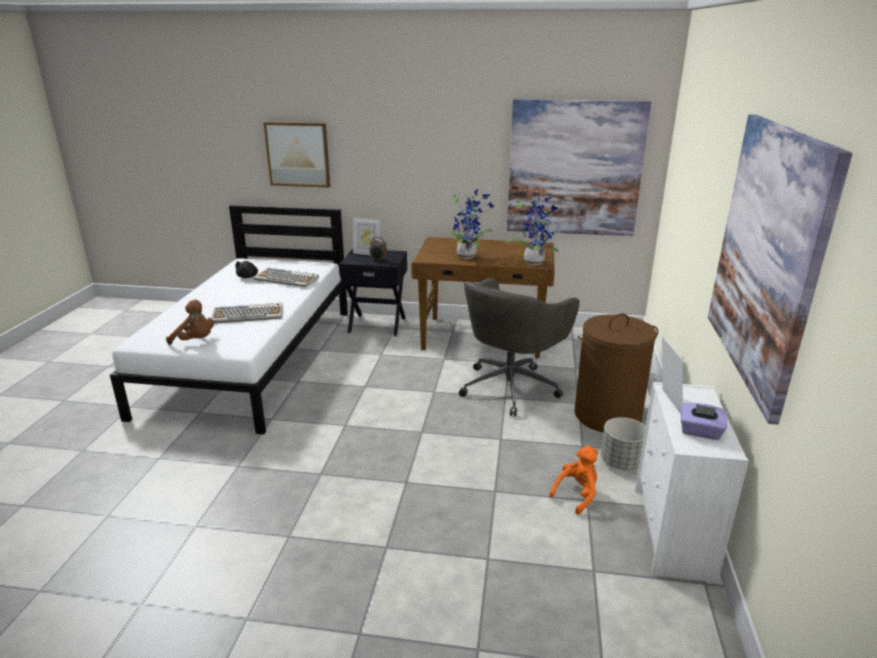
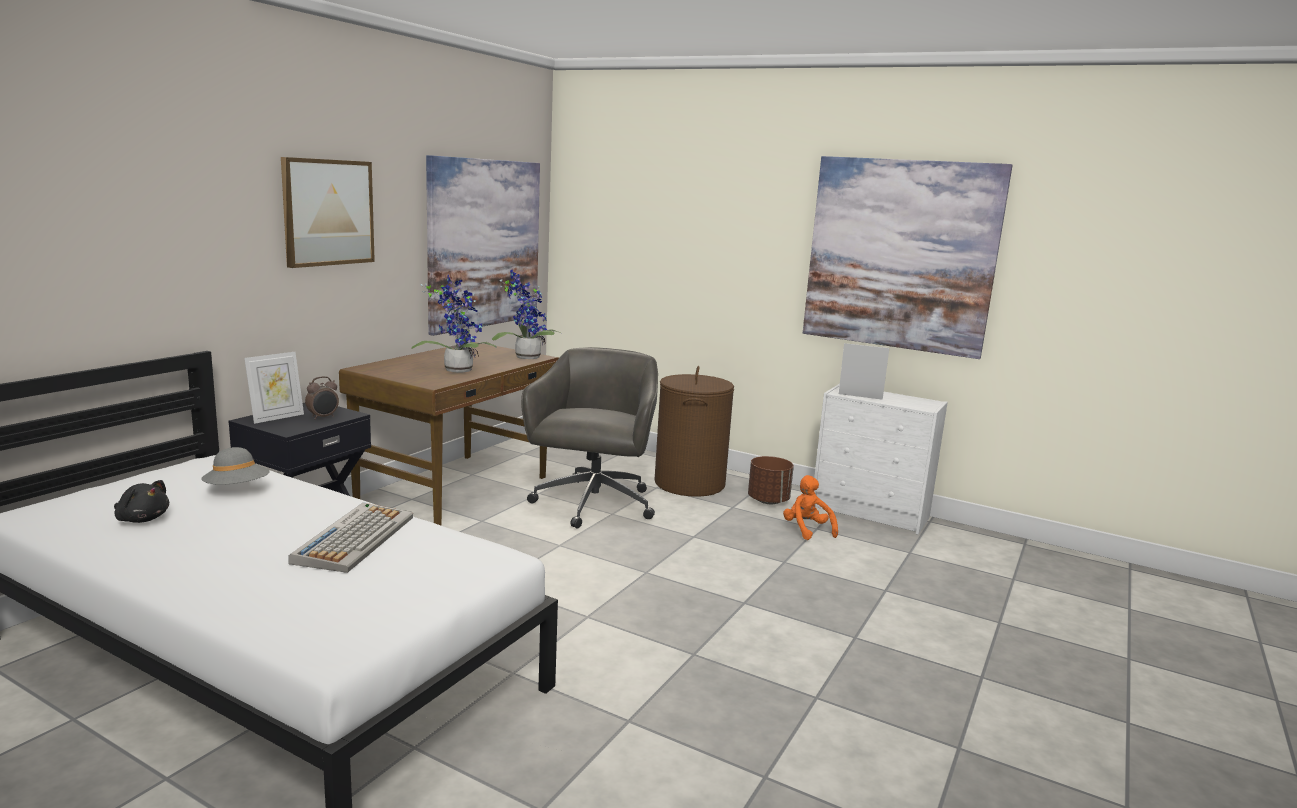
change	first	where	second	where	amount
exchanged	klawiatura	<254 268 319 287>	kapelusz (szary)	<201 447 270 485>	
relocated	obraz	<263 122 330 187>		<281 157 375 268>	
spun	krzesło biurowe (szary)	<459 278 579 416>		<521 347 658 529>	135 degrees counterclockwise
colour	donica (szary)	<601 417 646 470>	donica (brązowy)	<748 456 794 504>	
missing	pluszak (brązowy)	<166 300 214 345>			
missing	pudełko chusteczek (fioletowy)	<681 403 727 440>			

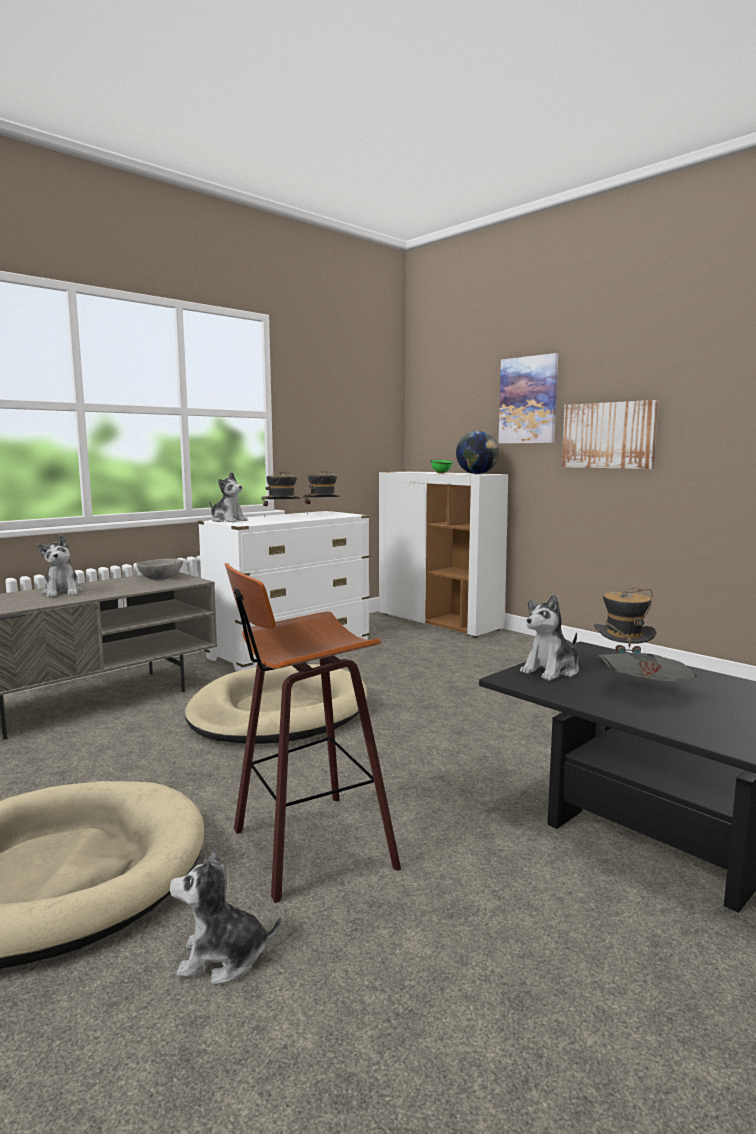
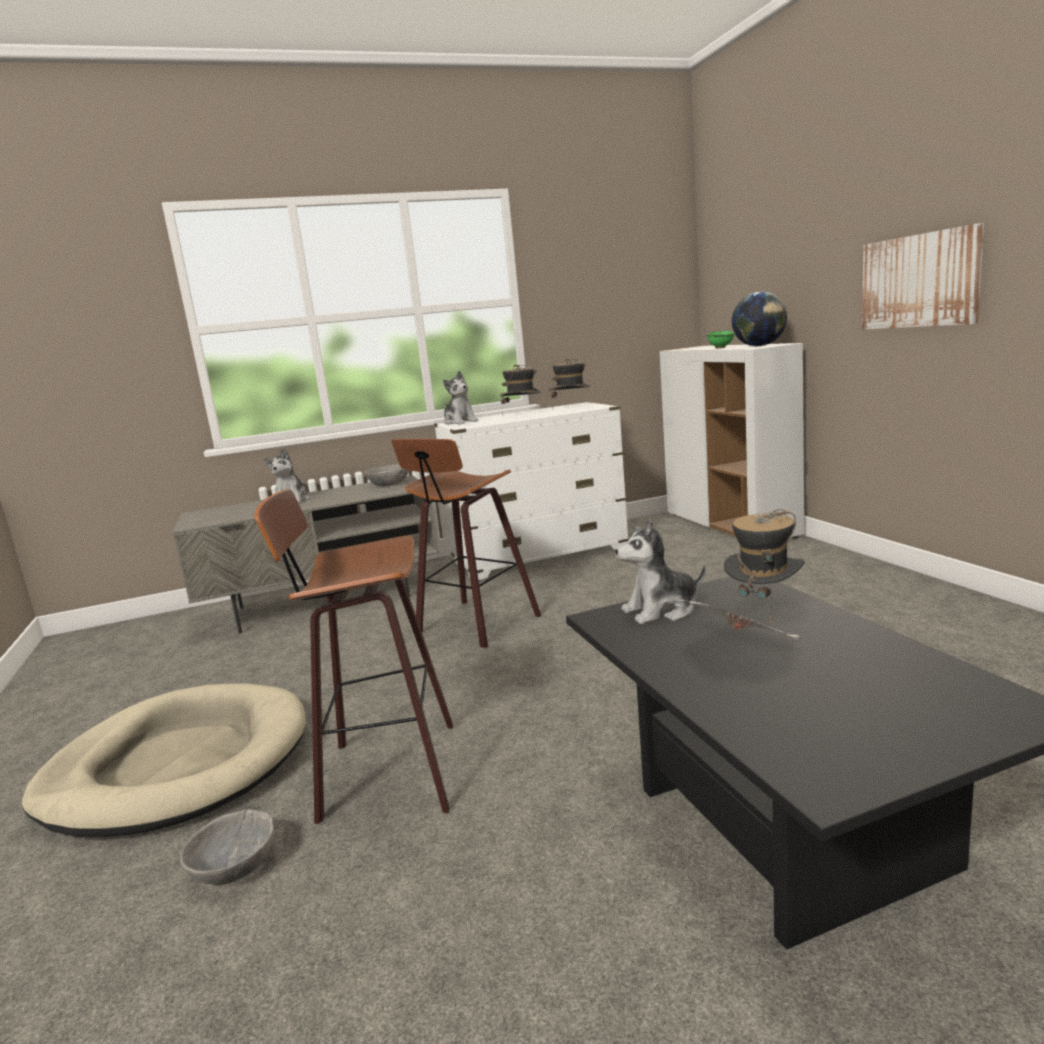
change	first	where	second	where	amount
exchanged	pluszak	<170 848 281 985>	miska (szary)	<180 810 274 885>	
exchanged	legowisko (beżowy)	<185 664 367 744>	stołek	<392 439 541 648>	
missing	obraz	<498 353 558 443>			

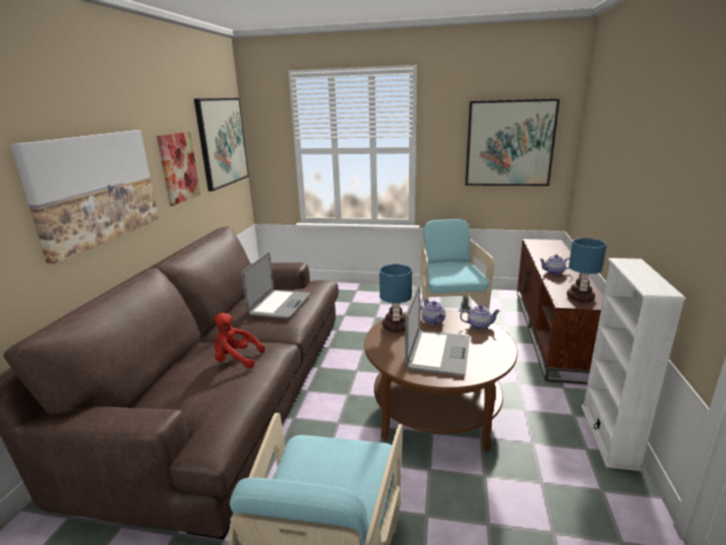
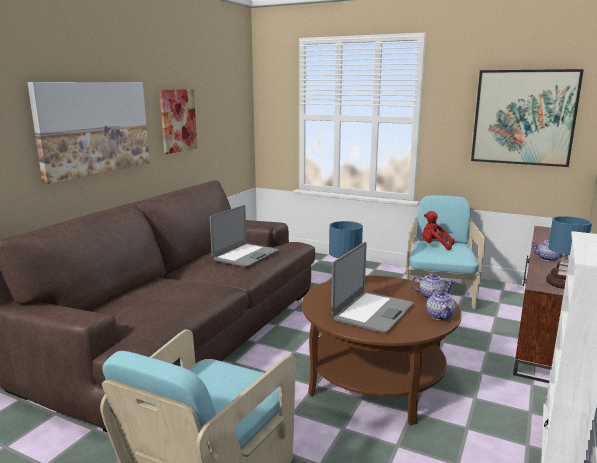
change	first	where	second	where	amount
relocated	pluszak (czerwony)	<214 313 265 368>		<422 211 455 250>	
relocated	imbryk	<422 299 446 325>		<426 289 455 320>	
missing	obraz	<194 98 249 191>			

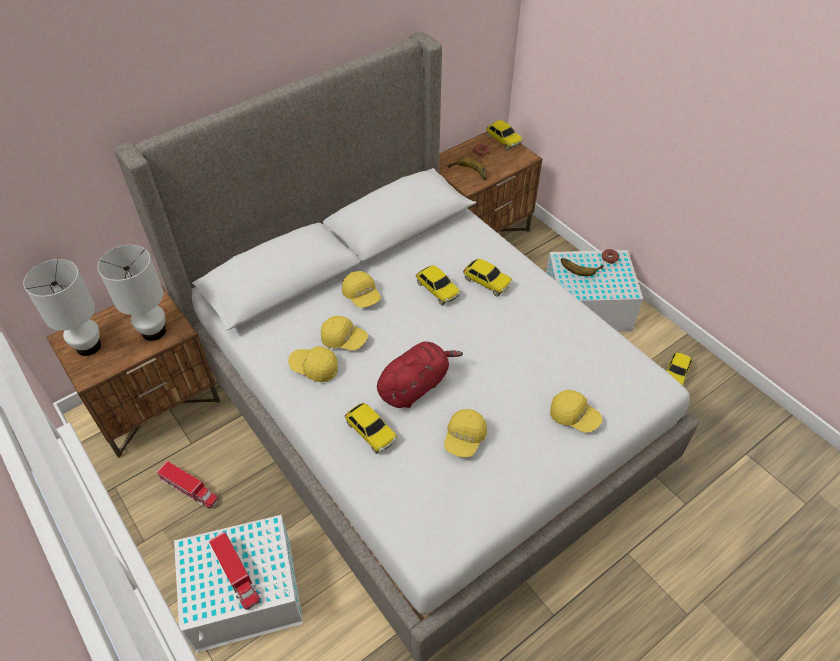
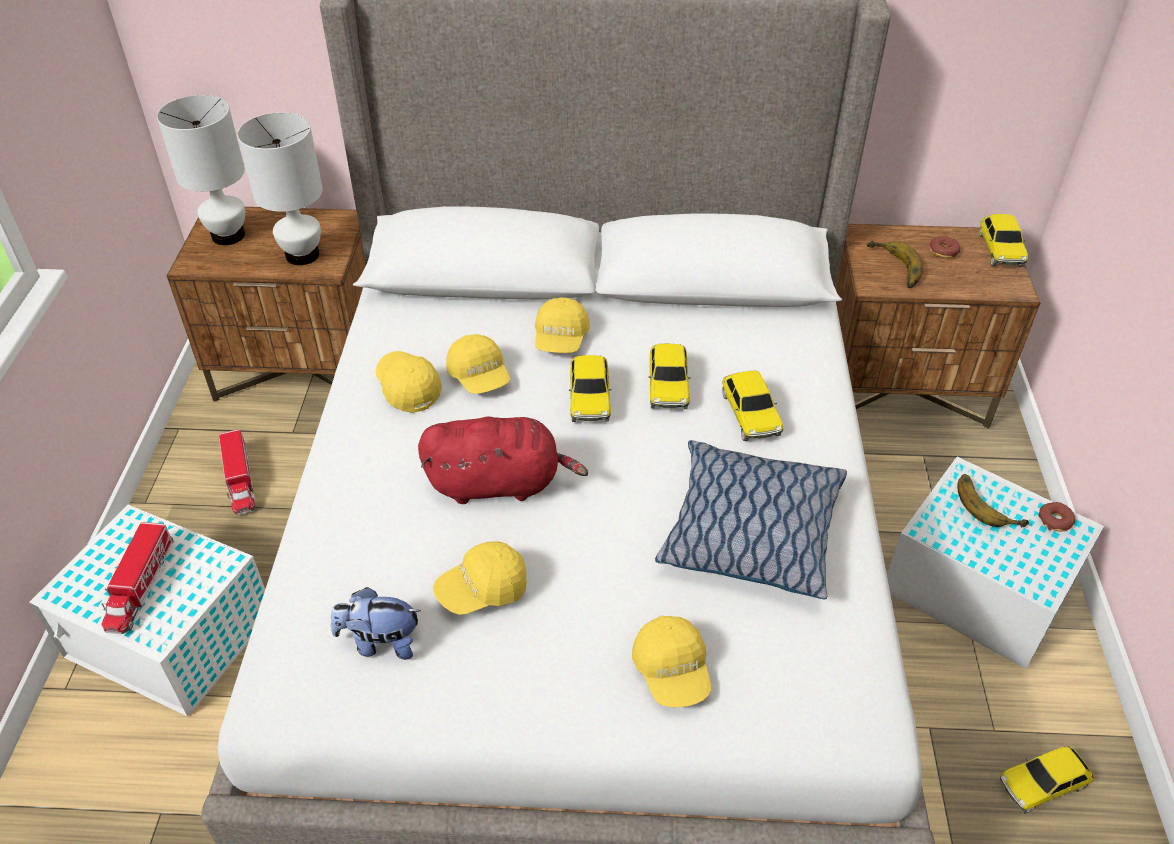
change	first	where	second	where	amount
appeared			pluszak	<331 587 421 660>	
relocated	samochodzik	<345 403 397 454>		<569 355 612 422>	
appeared			poduszka	<655 440 847 600>	

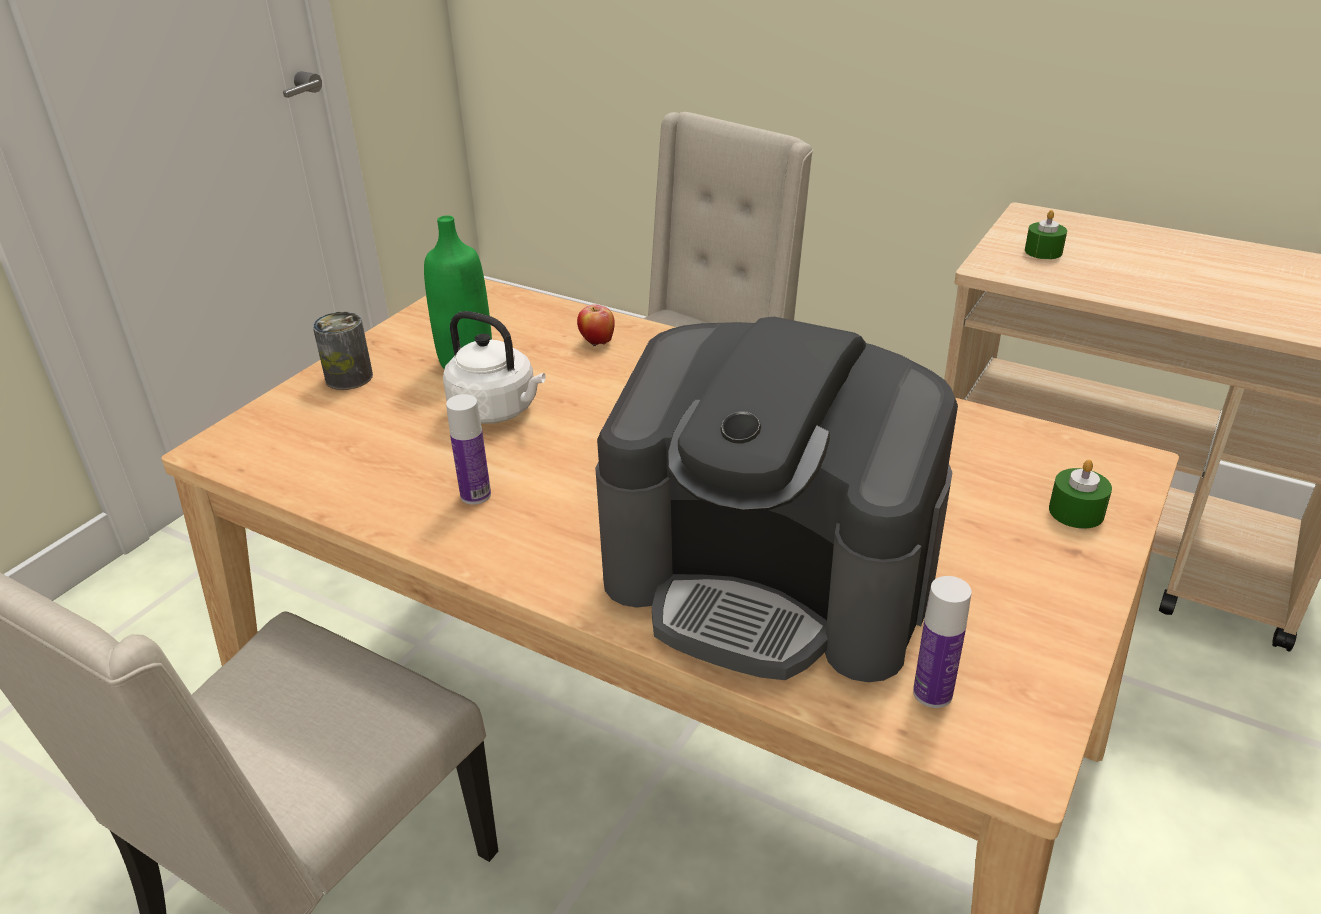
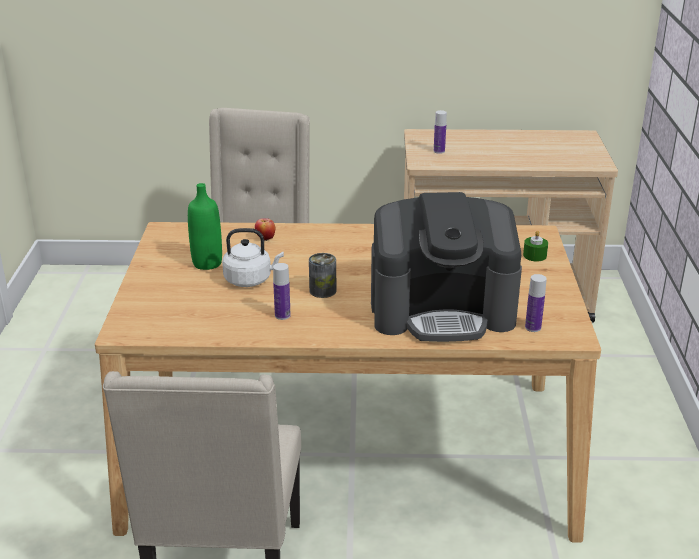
change	first	where	second	where	amount
relocated	puszka	<312 312 373 390>		<309 253 336 298>	
exchanged	świeca (zielony)	<1025 210 1067 259>	butelka	<434 110 447 154>	

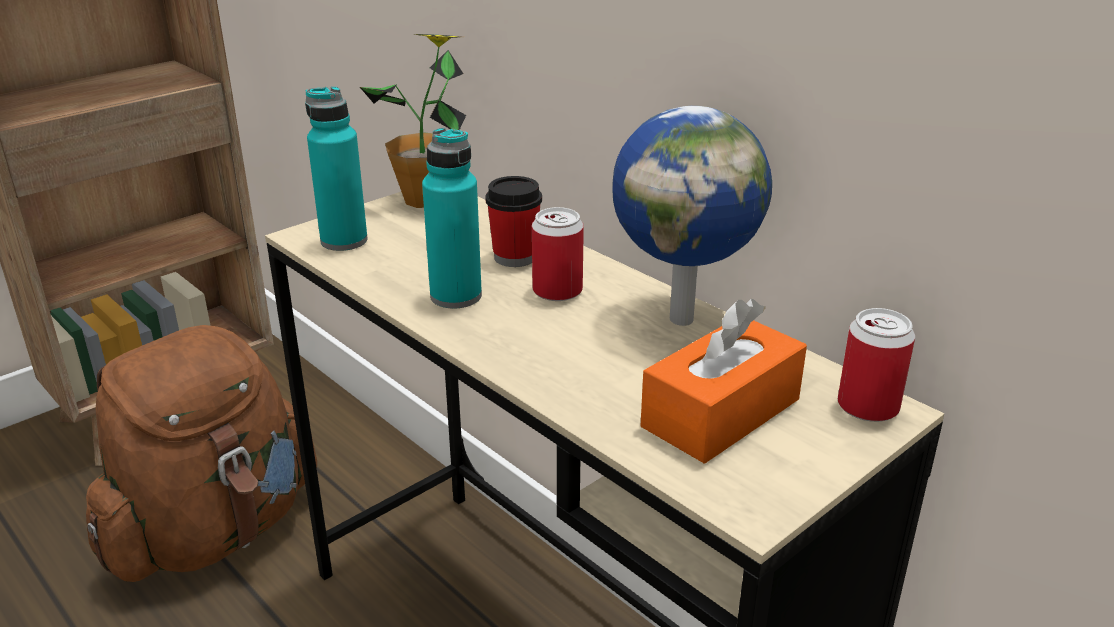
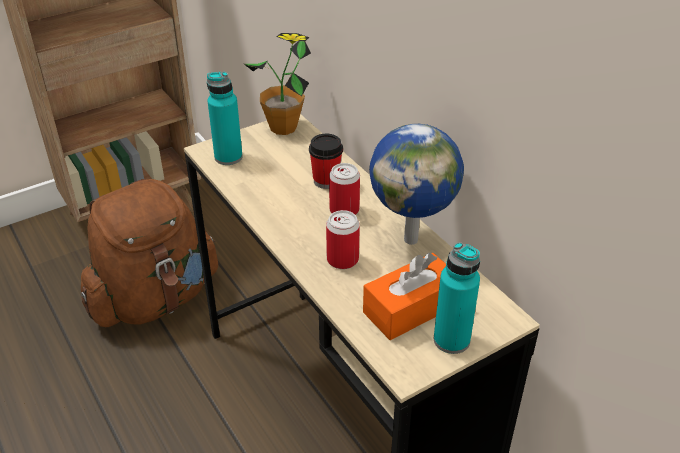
change	first	where	second	where	amount
relocated	puszka	<838 308 915 422>		<326 210 360 269>	
relocated	butelka (turkusowy)	<422 127 482 309>		<434 242 480 354>	

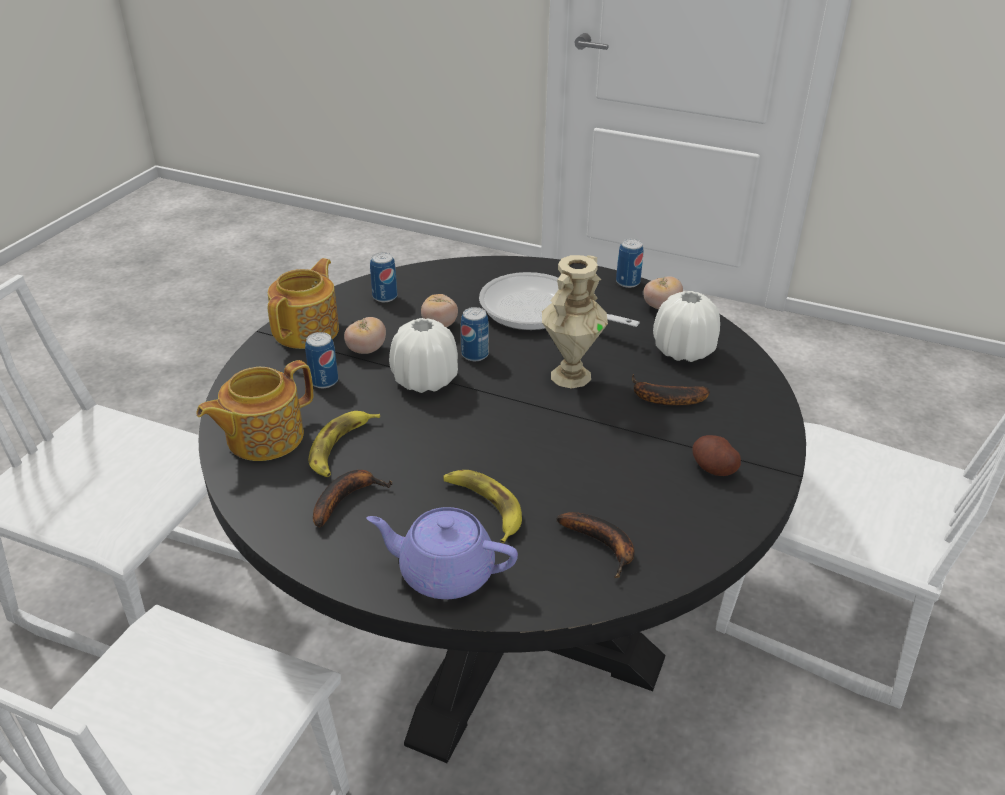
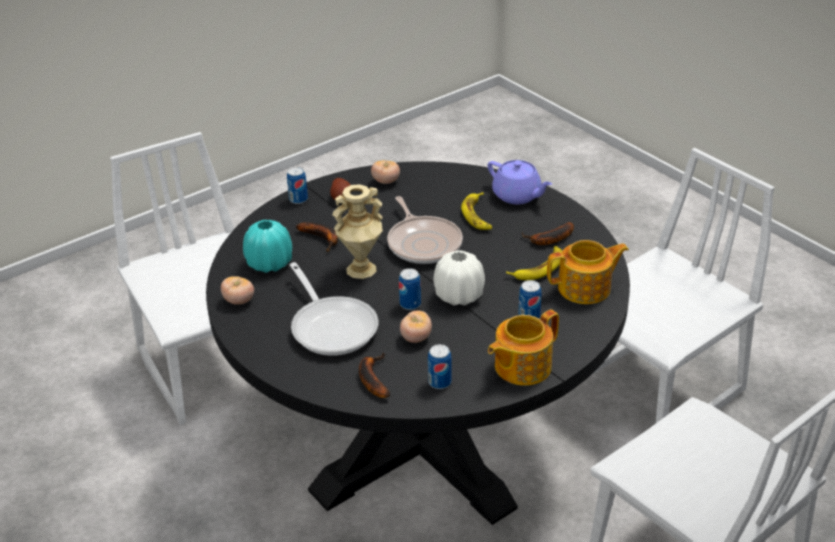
change	first	where	second	where	amount
colour	wazon (biały)	<653 291 720 362>	wazon (turkusowy)	<243 220 292 273>	
relocated	puszka	<616 239 643 288>		<287 167 308 204>	
relocated	banan	<556 512 634 578>		<359 353 390 398>	
relocated	pomidor	<344 317 386 354>		<371 160 400 184>	
appeared			patelnia	<387 196 463 264>	

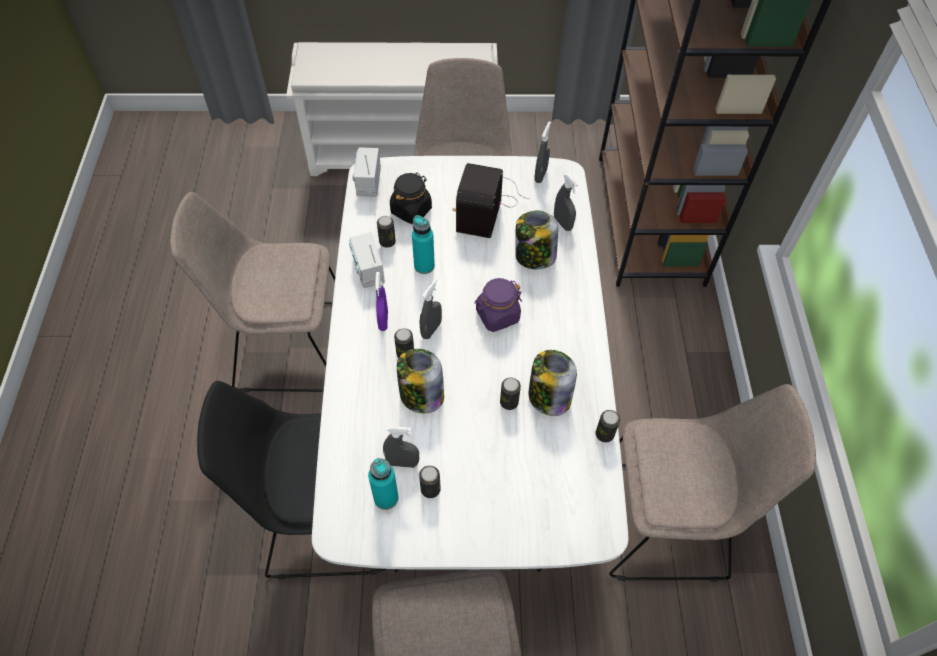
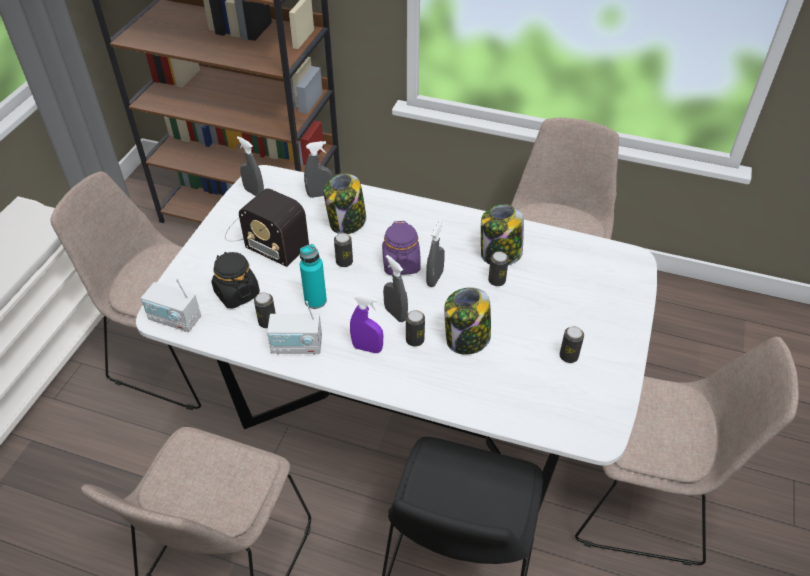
change	first	where	second	where	amount
relocated	puszka	<596 410 620 442>		<334 233 353 267>	
relocated	spryskiwacz (szary)	<383 426 419 468>		<426 219 445 287>	
missing	butelka (turkusowy)	<368 458 398 510>			

